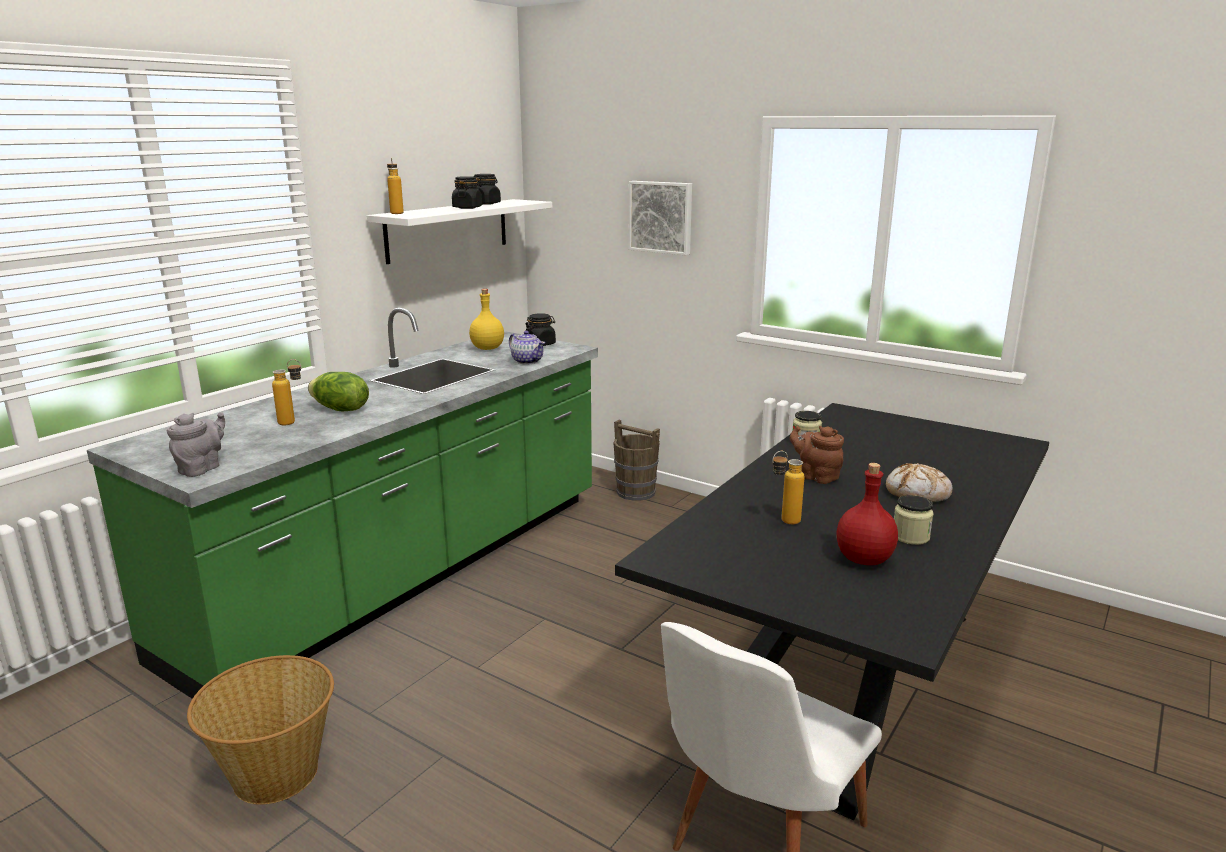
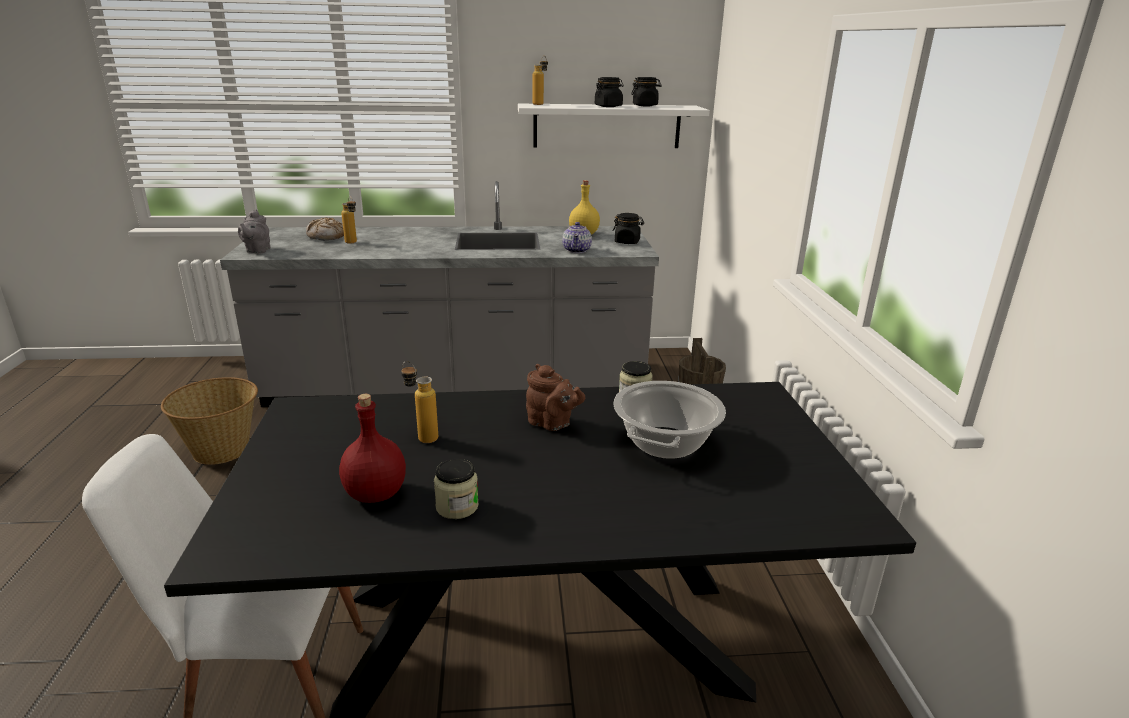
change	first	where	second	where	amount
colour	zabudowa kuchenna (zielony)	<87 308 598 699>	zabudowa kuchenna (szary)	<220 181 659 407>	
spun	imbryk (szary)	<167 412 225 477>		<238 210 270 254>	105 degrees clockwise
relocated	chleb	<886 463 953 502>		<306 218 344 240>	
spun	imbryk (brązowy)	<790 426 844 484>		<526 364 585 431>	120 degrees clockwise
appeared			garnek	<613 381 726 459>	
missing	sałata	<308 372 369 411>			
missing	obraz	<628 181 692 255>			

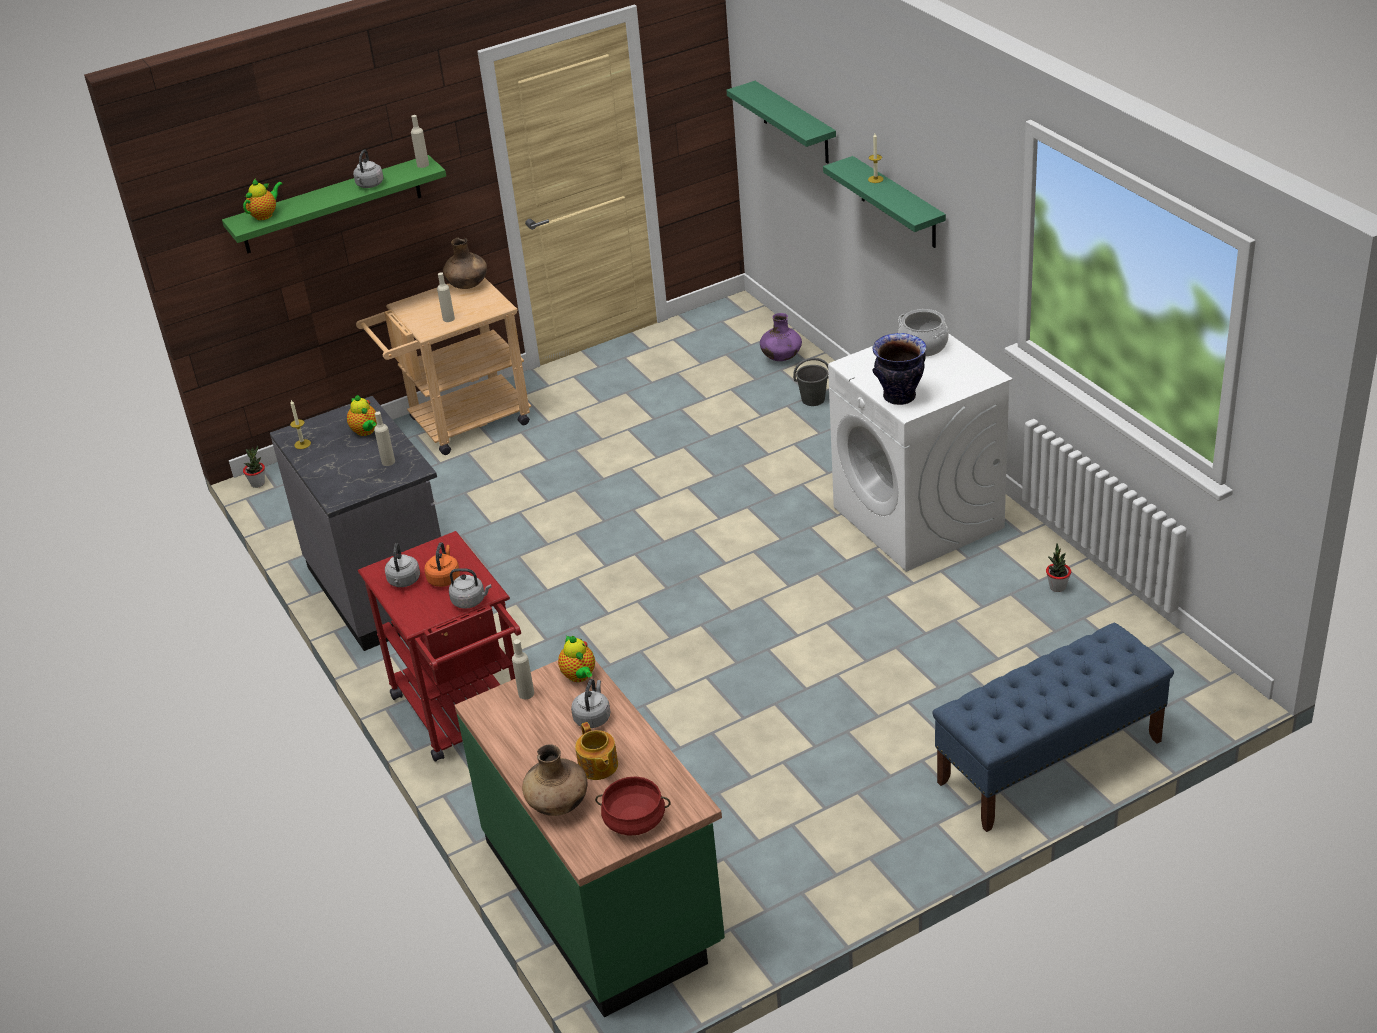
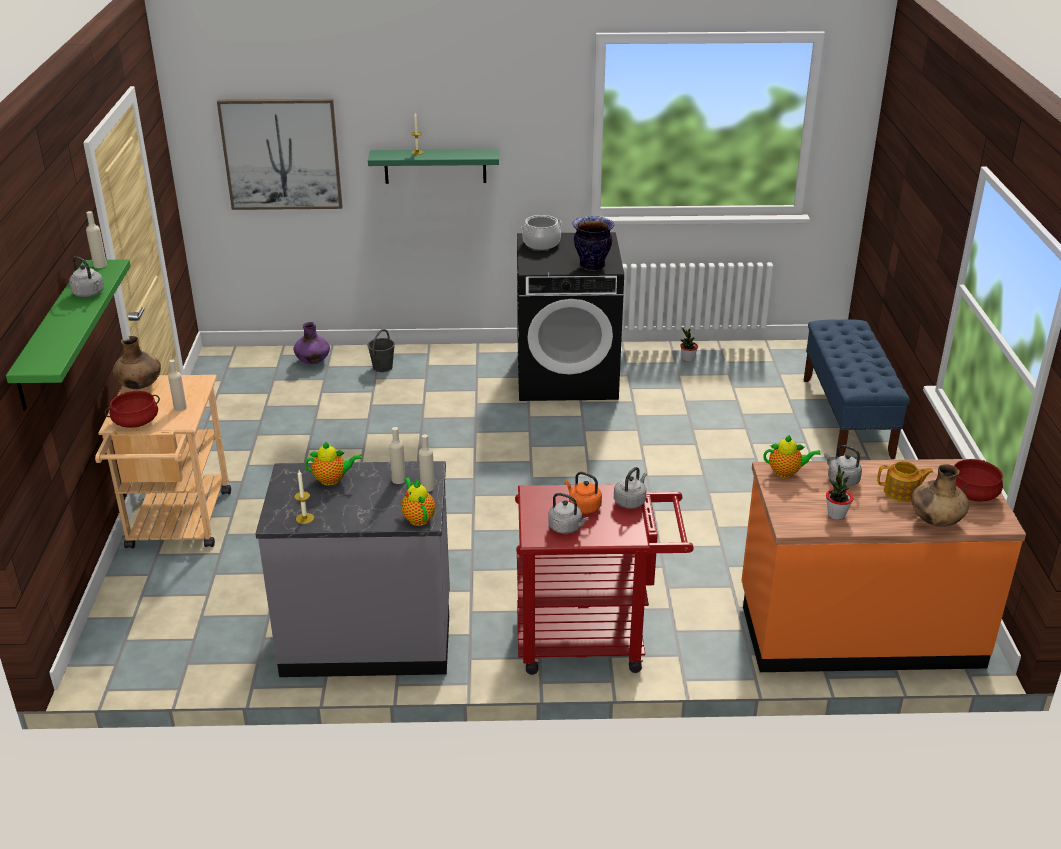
change	first	where	second	where	amount
appeared			garnek (czerwony)	<105 391 160 428>	
exchanged	półka (zielony)	<727 81 836 164>	obraz	<217 99 343 210>	
relocated	imbryk	<243 179 283 220>		<401 478 435 526>	
relocated	butelka (beżowy)	<512 639 534 699>		<419 434 435 492>	
colour	pralka (biały)	<828 334 1013 572>	pralka (czarny)	<517 232 624 401>	
colour	zabudowa kuchenna (zielony)	<455 660 725 1018>	zabudowa kuchenna (pomarańczowy)	<741 459 1026 672>	
relocated	roślina doniczkowa	<243 446 265 488>		<826 465 853 520>	

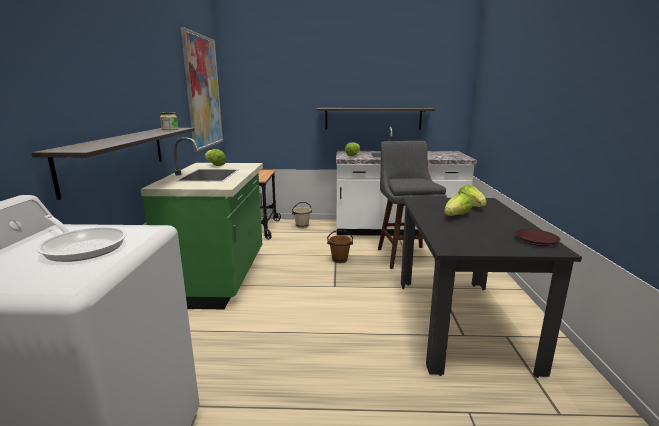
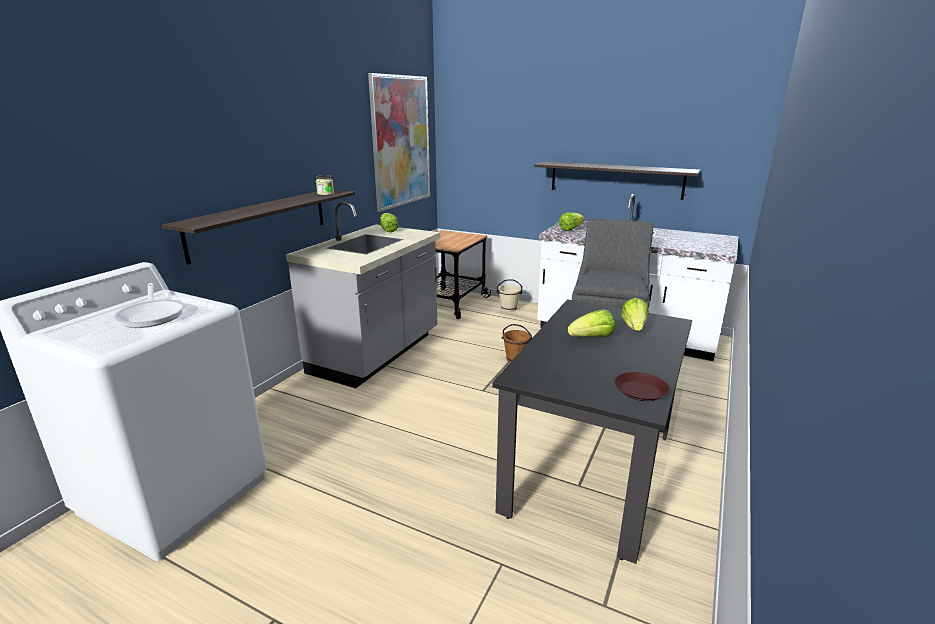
change	first	where	second	where	amount
colour	zabudowa kuchenna (zielony)	<140 137 263 309>	zabudowa kuchenna (szary)	<286 201 440 388>	

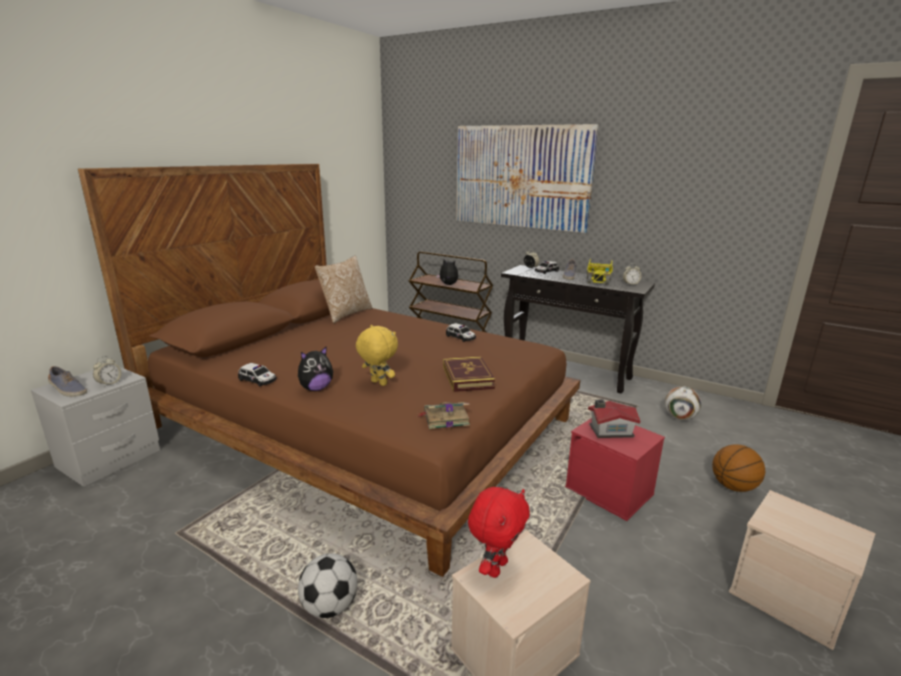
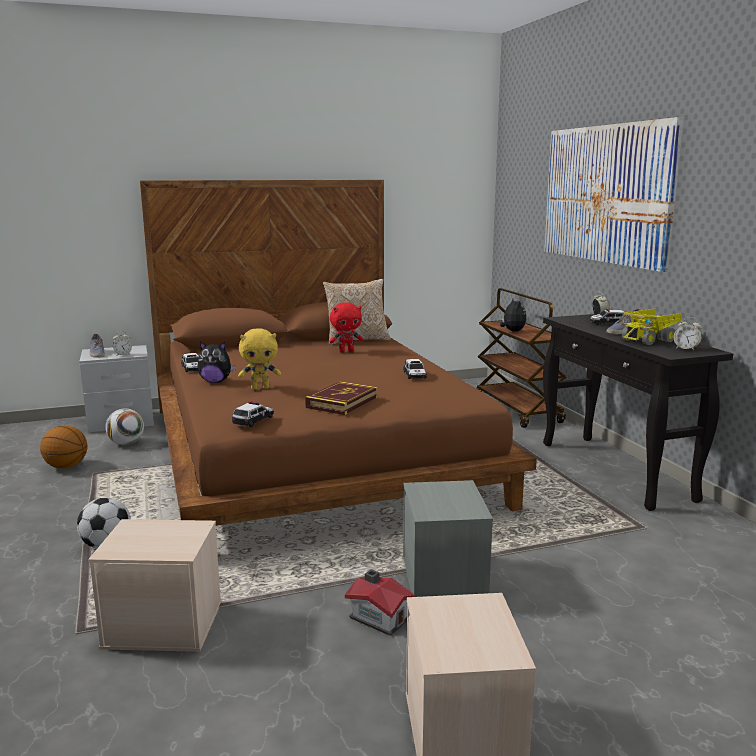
change	first	where	second	where	amount
relocated	piłka do koszykówki	<712 444 765 492>		<40 425 88 469>	
relocated	piłka futbolowa	<665 386 701 420>		<105 408 144 445>	
exchanged	książka	<418 402 470 429>	samochodzik	<232 401 274 427>	
spun	pluszak (żółty)	<356 325 398 386>		<238 329 281 389>	90 degrees clockwise
relocated	pluszak (czerwony)	<468 487 530 578>		<329 302 363 352>	
relocated	domek	<588 400 640 438>		<345 569 415 636>	
colour	pojemnik do przechowywania (czerwony)	<565 418 665 521>	pojemnik do przechowywania (szary)	<403 480 493 597>	

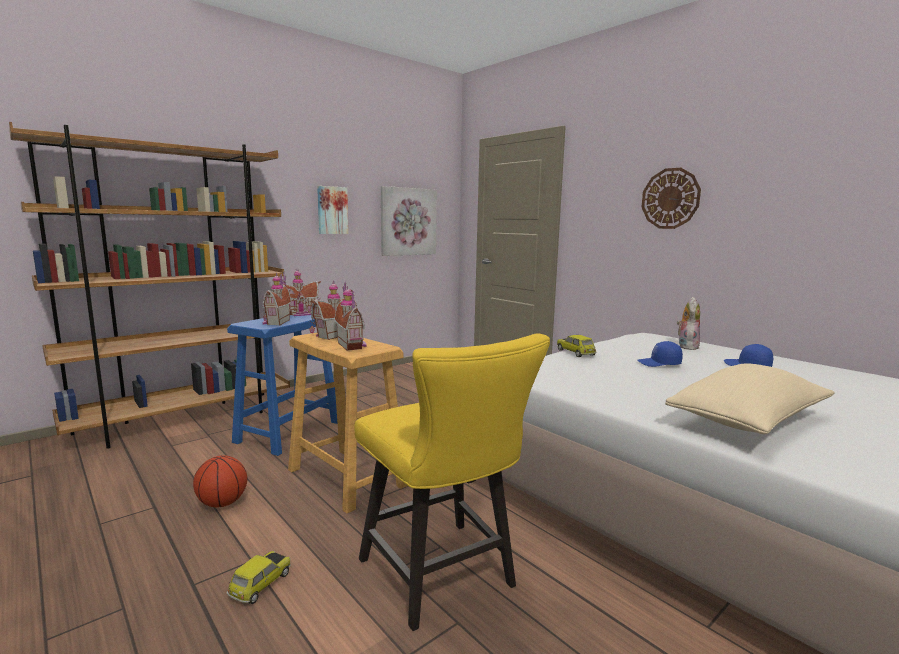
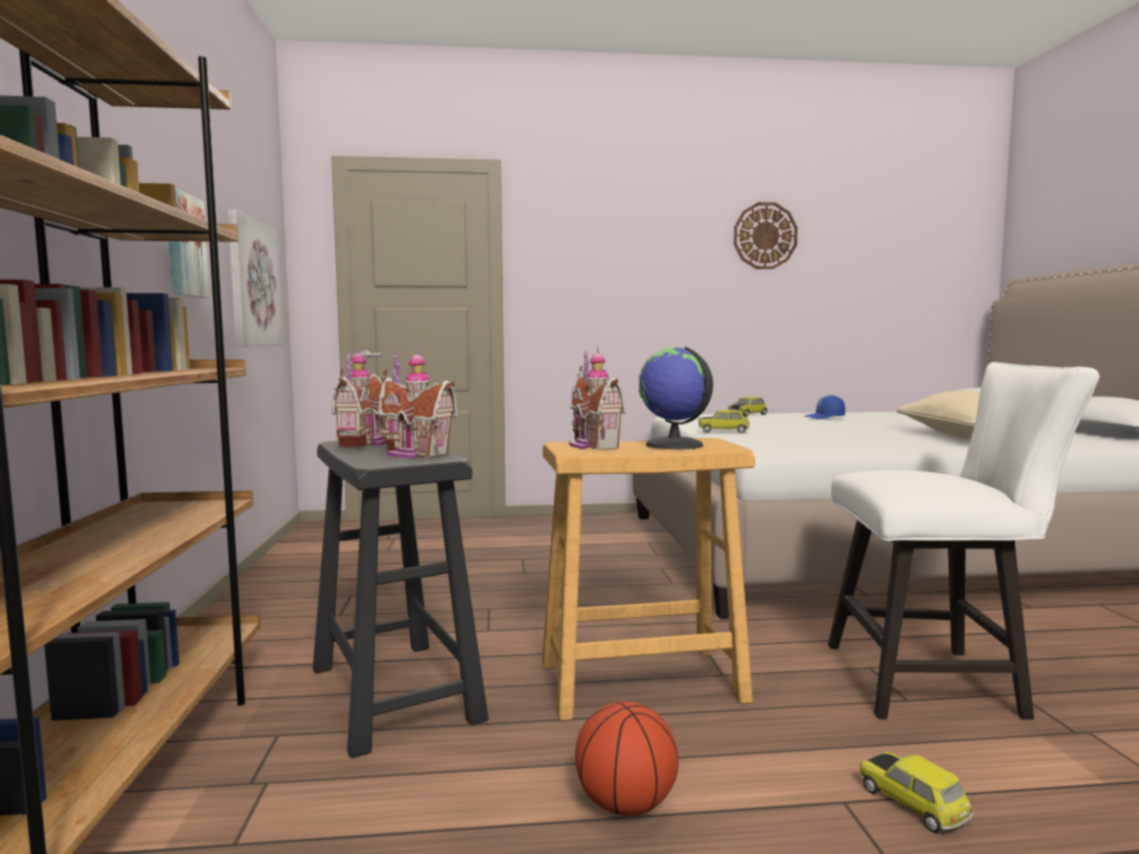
change	first	where	second	where	amount
colour	stołek (niebieski)	<227 315 338 456>	stołek (czarny)	<313 441 489 758>	
exchanged	domek	<334 285 366 351>	globus	<638 347 713 449>	
exchanged	pluszak	<677 297 700 350>	samochodzik	<728 397 768 417>	
relocated	zegar ścienny	<642 168 701 229>		<734 202 798 269>	
colour	krzesło (żółty)	<354 334 550 631>	krzesło (biały)	<828 362 1100 720>	
missing	czapka z daszkiem (niebieski)	<637 341 683 367>			

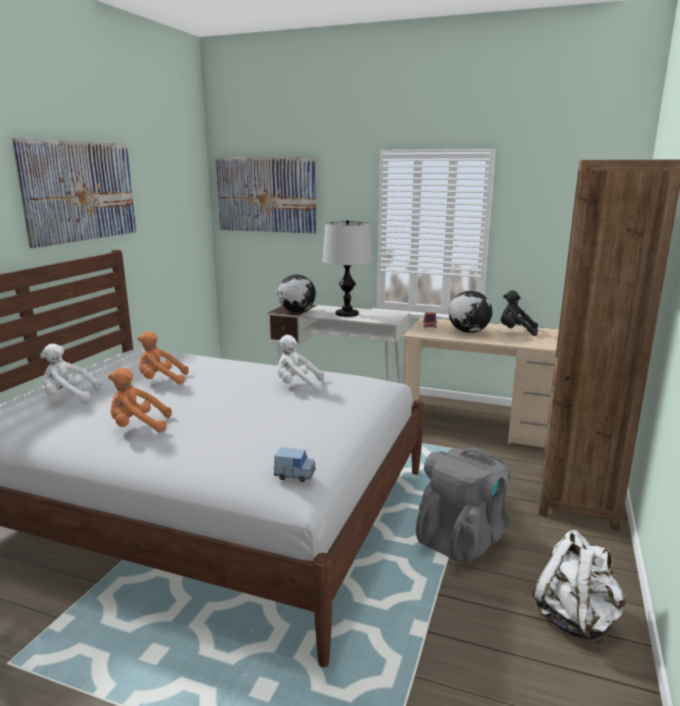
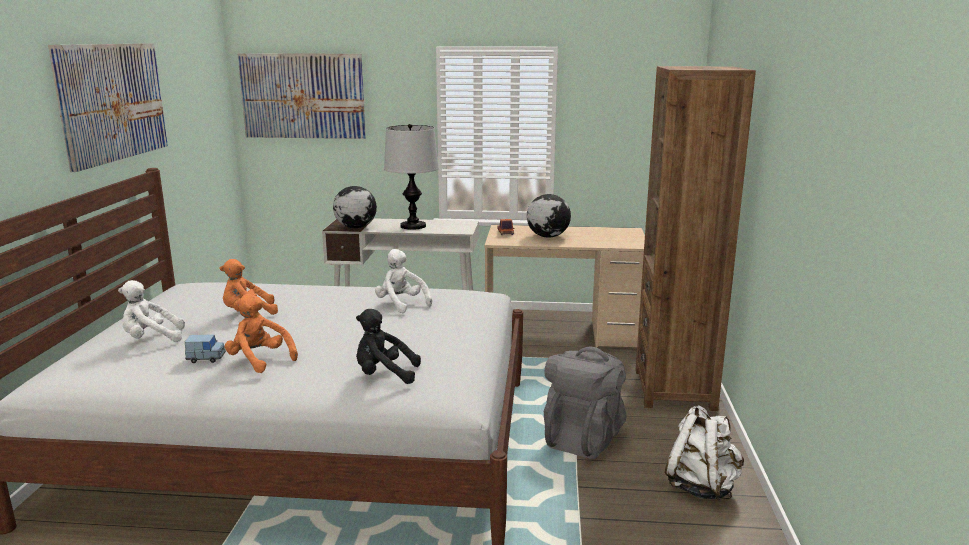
change	first	where	second	where	amount
relocated	samochodzik (niebieski)	<274 447 316 482>		<185 335 226 363>	
spun	pluszak (pomarańczowy)	<108 368 171 432>		<225 294 298 373>	60 degrees clockwise
relocated	pluszak (czarny)	<501 290 538 336>		<356 309 421 384>	
spun	pluszak (biały)	<277 335 324 391>		<375 249 432 313>	60 degrees clockwise

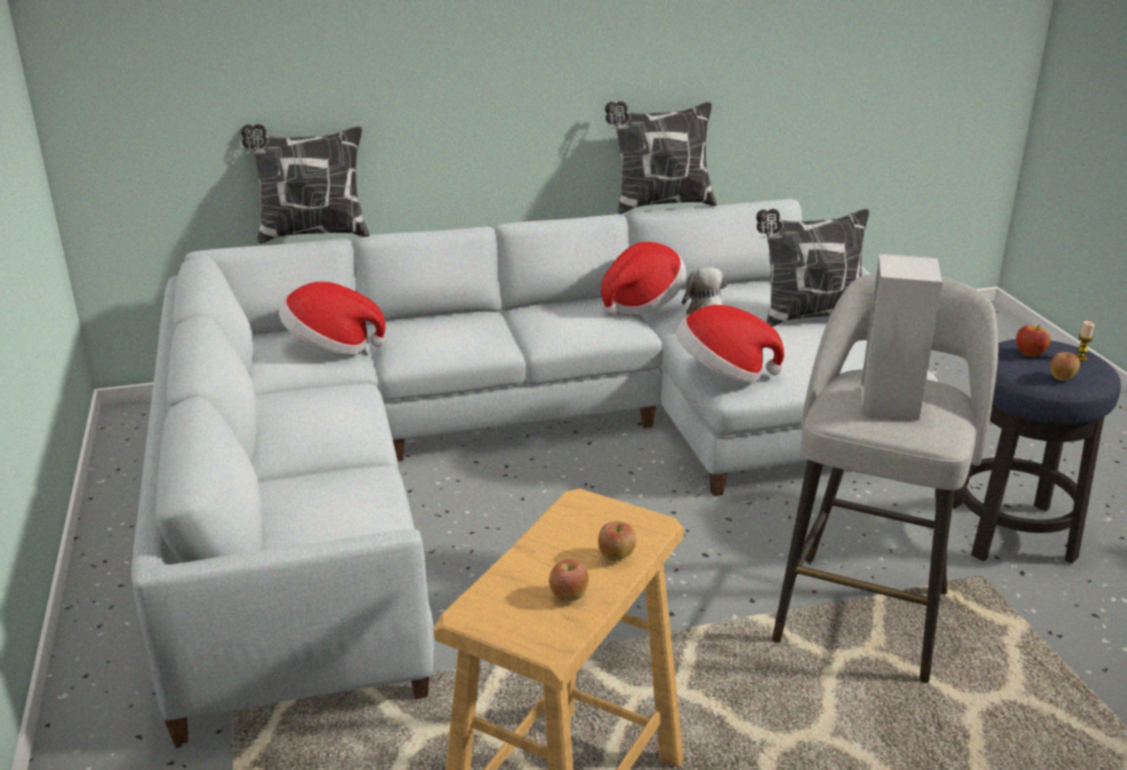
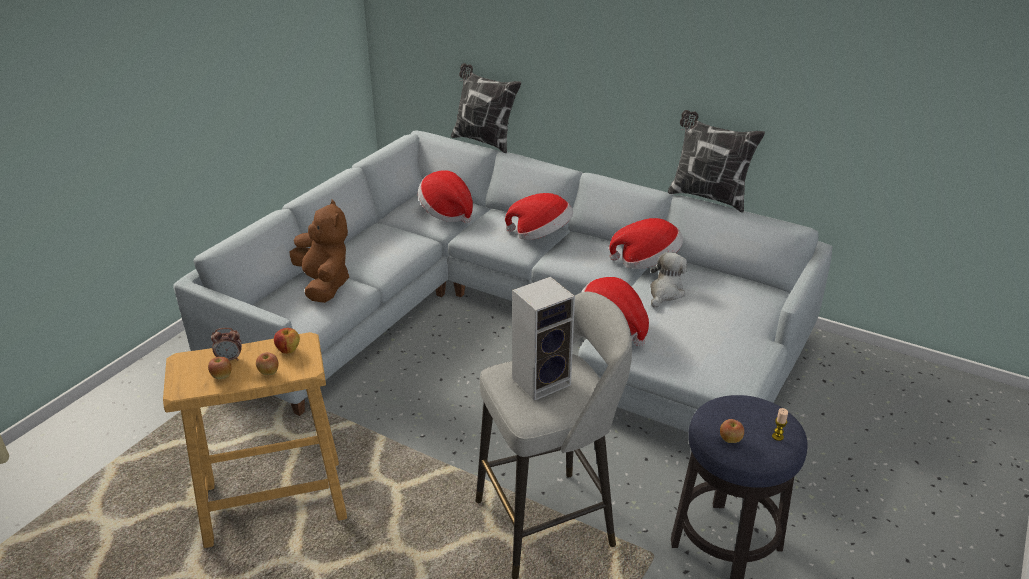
change	first	where	second	where	amount
appeared			budzik	<211 328 242 361>	
relocated	jabłko	<1016 325 1050 356>		<274 328 300 354>	
appeared			pluszak (brązowy)	<290 200 349 303>	
appeared			kapelusz	<505 193 573 240>	
missing	poduszka	<756 209 869 327>			

